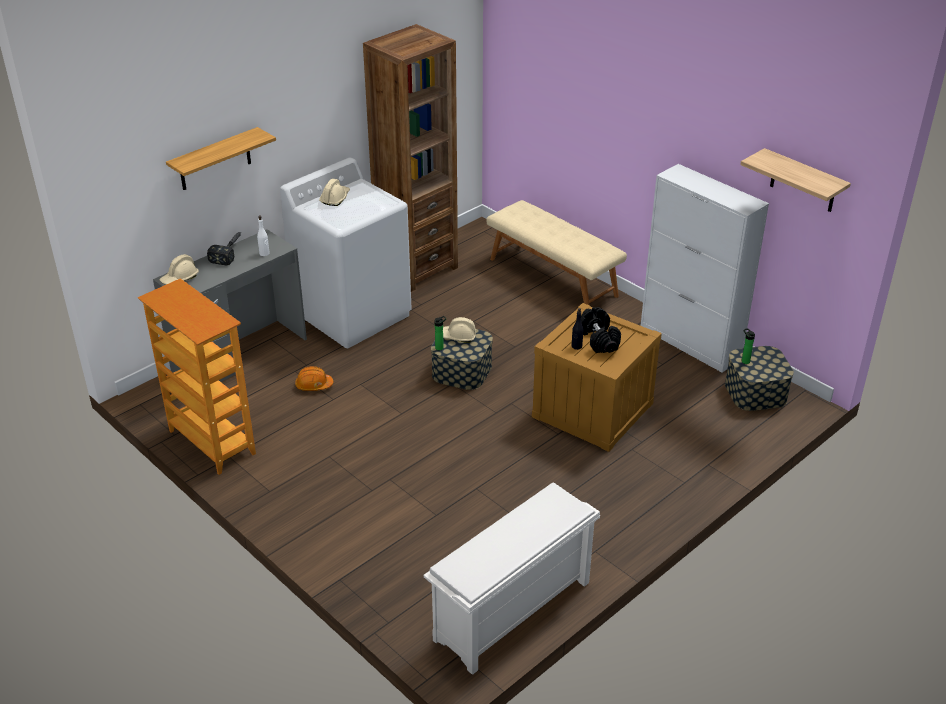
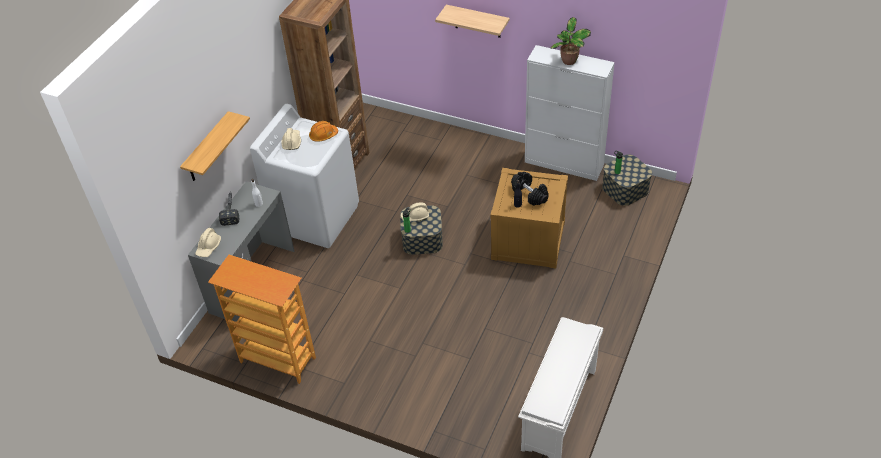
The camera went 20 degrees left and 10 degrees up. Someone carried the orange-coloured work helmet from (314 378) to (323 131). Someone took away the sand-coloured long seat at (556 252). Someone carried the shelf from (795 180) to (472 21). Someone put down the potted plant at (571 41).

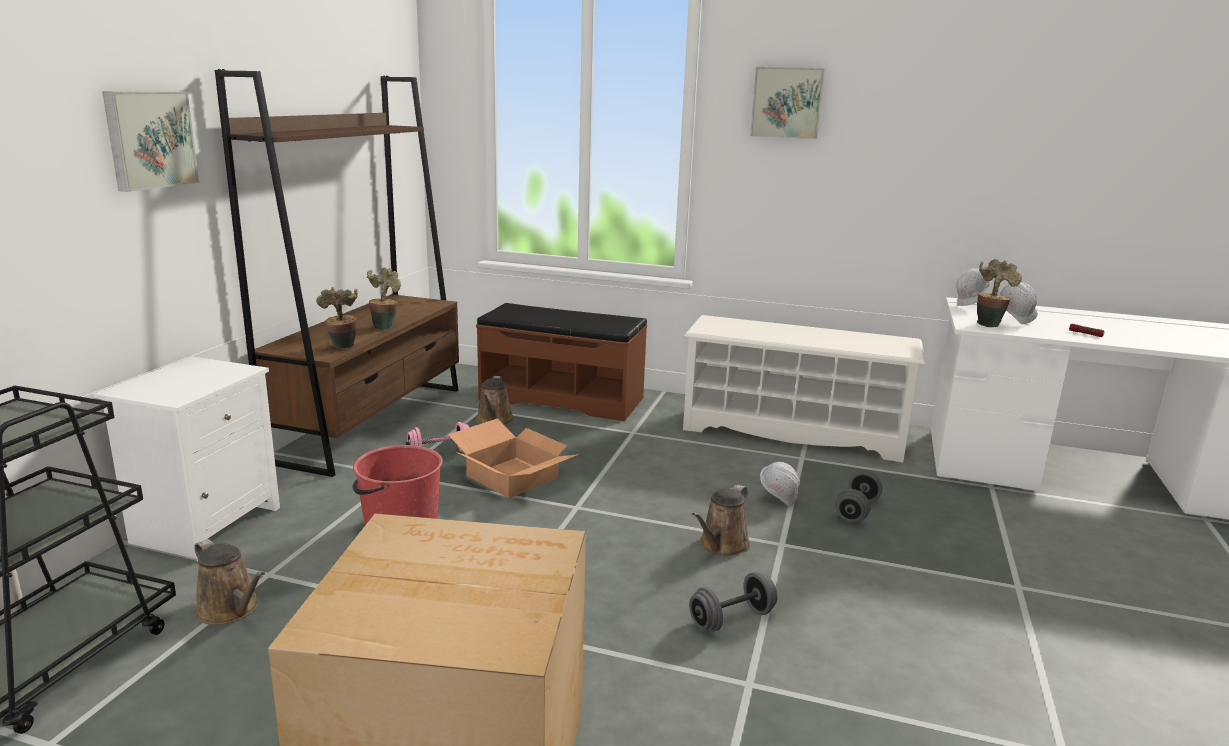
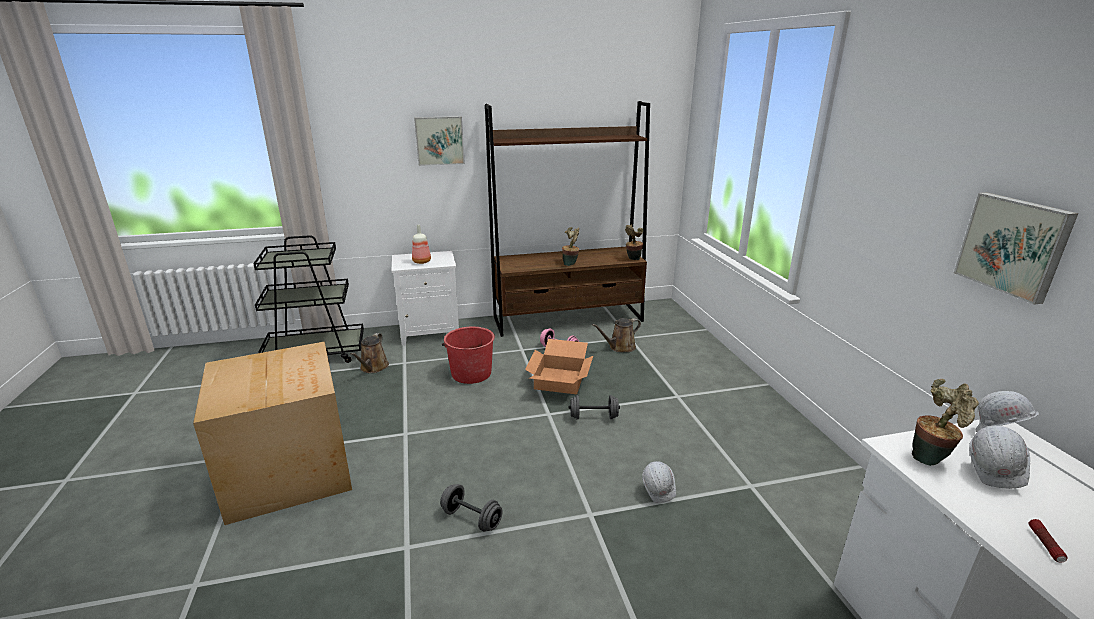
The camera went 60 degrees right and 5 degrees up. Someone carried the potted plant from (337 317) to (634 242). Someone took away the brown-coloured long seat at (561 362). Someone took away the white-coloured shoe shelf at (804 389). Someone took away the brown-coloured watering pot at (721 520). Someone carried the wall picture from (787 103) to (1016 248). Someone carried the greyish free weight from (858 496) to (594 407). Someone put down the drink bottle at (421 244).

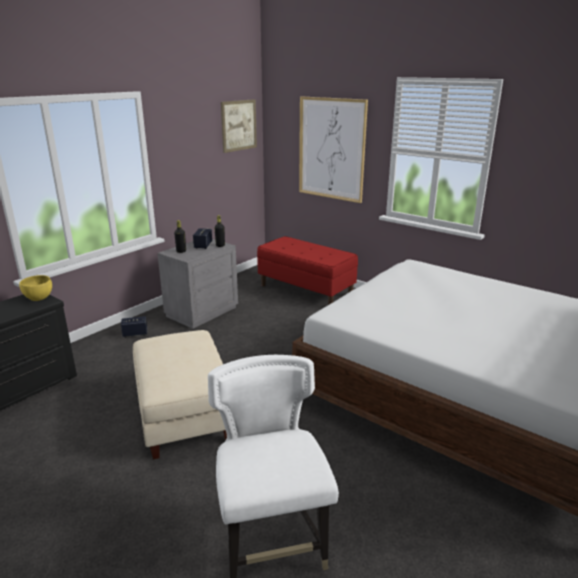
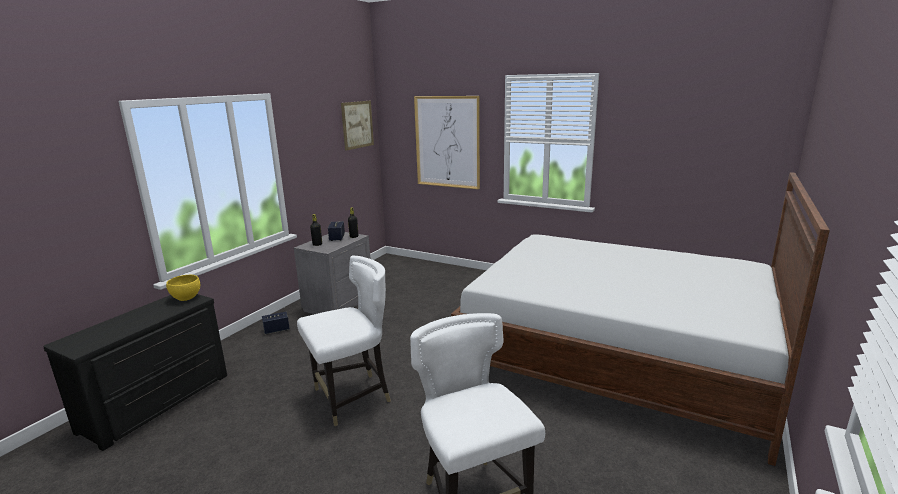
The camera went 10 degrees left and 5 degrees down. Someone swapped the sand-coloured footrest at (180 394) for the white-coloured plain chair at (344 341). Someone took away the red-coloured long seat at (307 270).

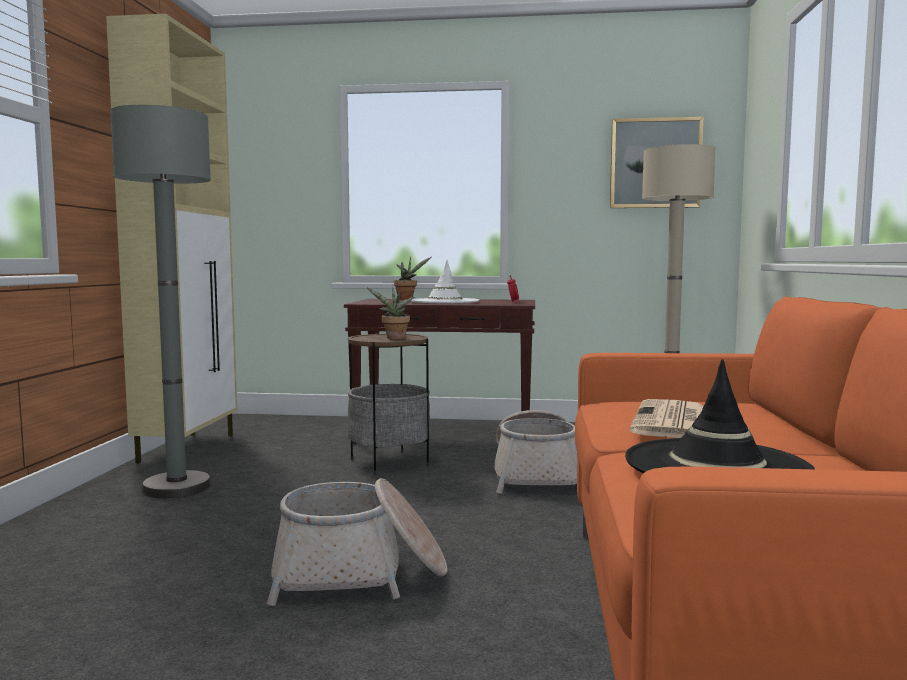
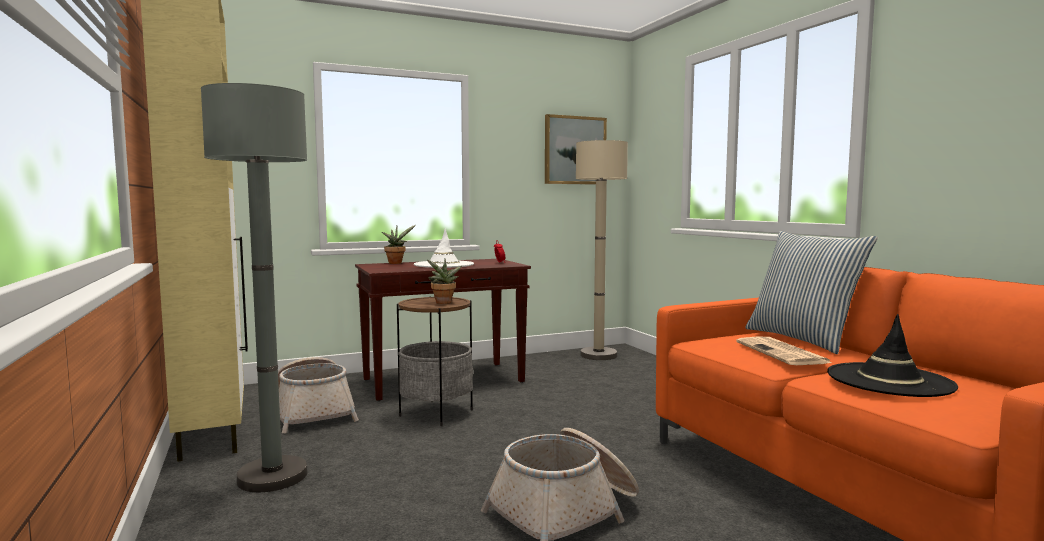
The camera went 30 degrees left and 0 degrees up. Someone carried the household basket from (535 452) to (318 395). Someone put down the throw pillow at (811 292).

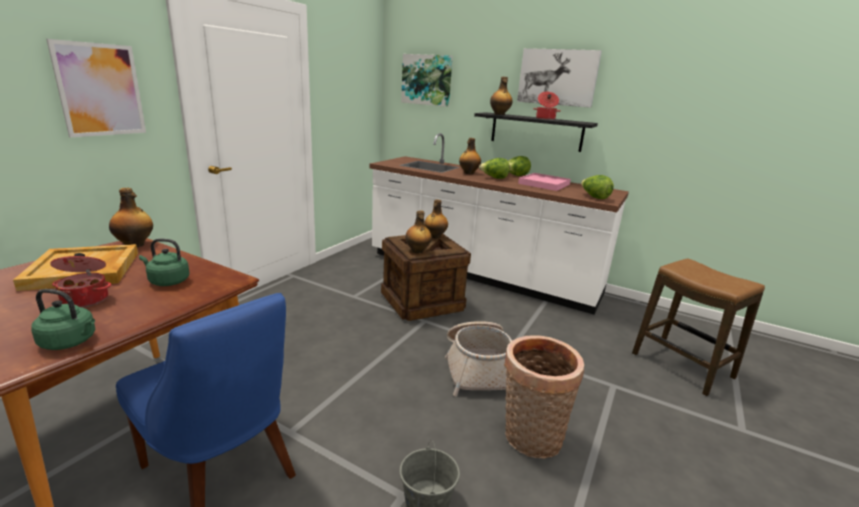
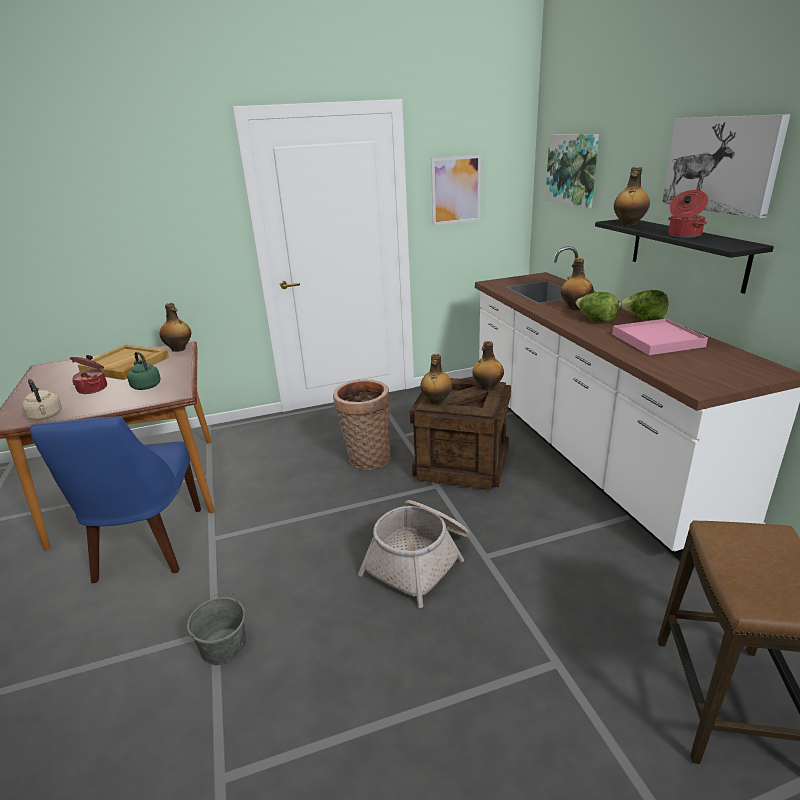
The camera went 45 degrees right and 5 degrees up. Someone repainted the greenish tea kettle at (63 319), which became the sand-coloured tea kettle at (42 399). Someone carried the wall picture from (96 88) to (456 190). Someone carried the household basket from (544 396) to (362 425). Someone took away the lettuce at (597 187).

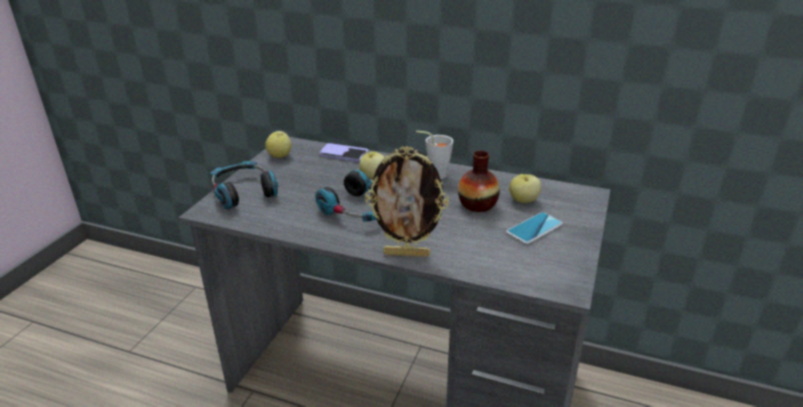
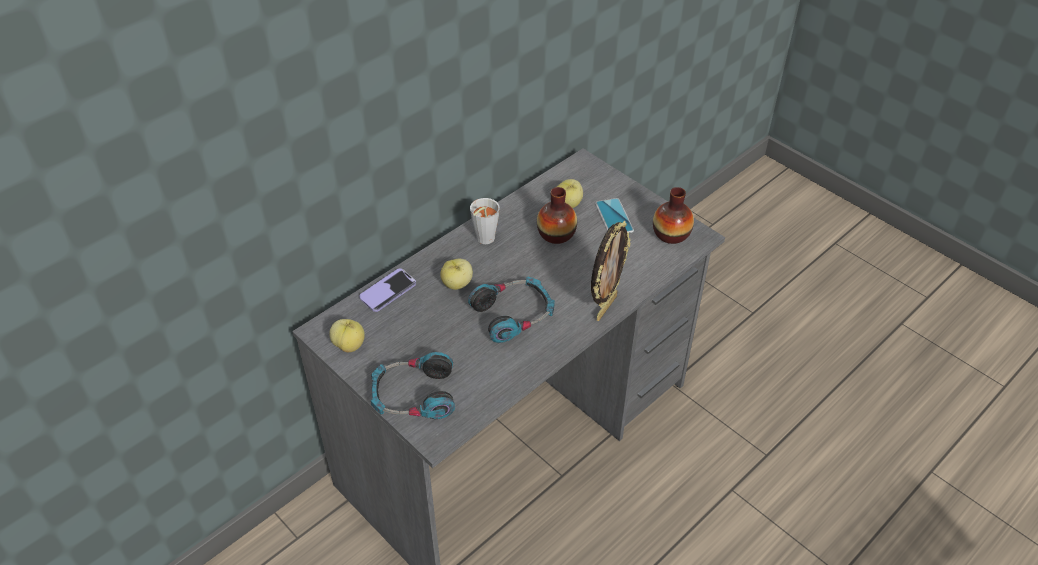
The camera went 65 degrees left and 15 degrees up. Someone put down the flower vase at (673 215).

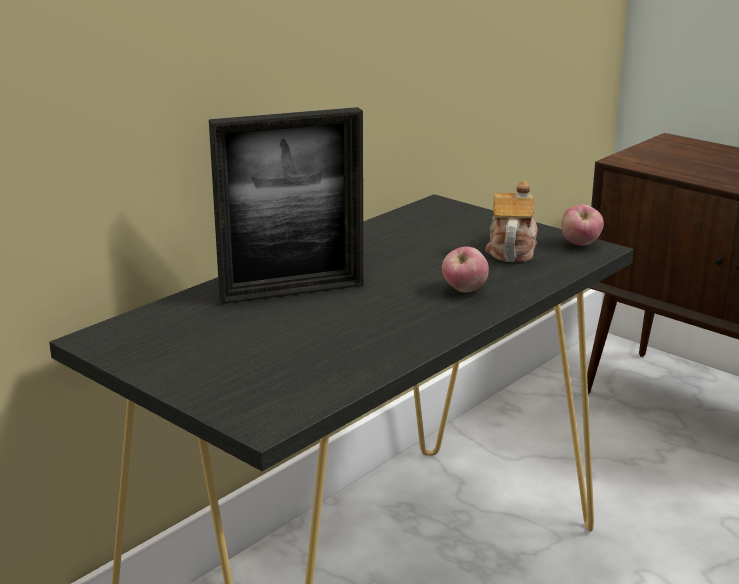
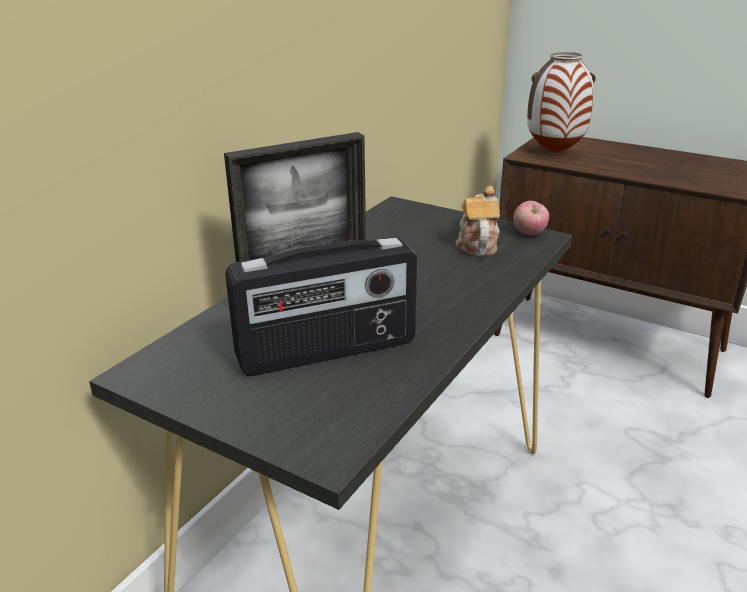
The camera went 10 degrees left and 5 degrees up. Someone took away the apple fruit at (465 270). Someone put down the radio set at (321 306). Someone put down the flower vase at (561 103).

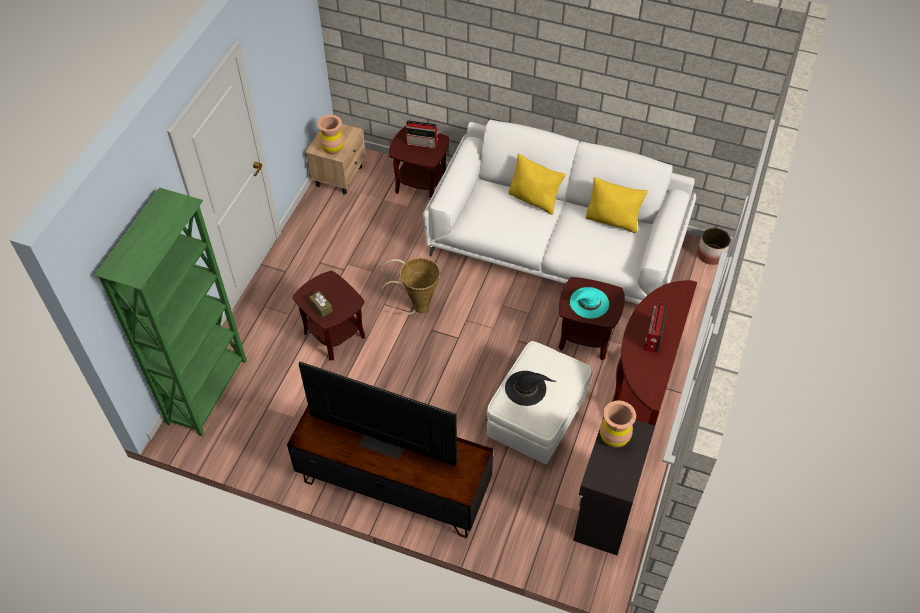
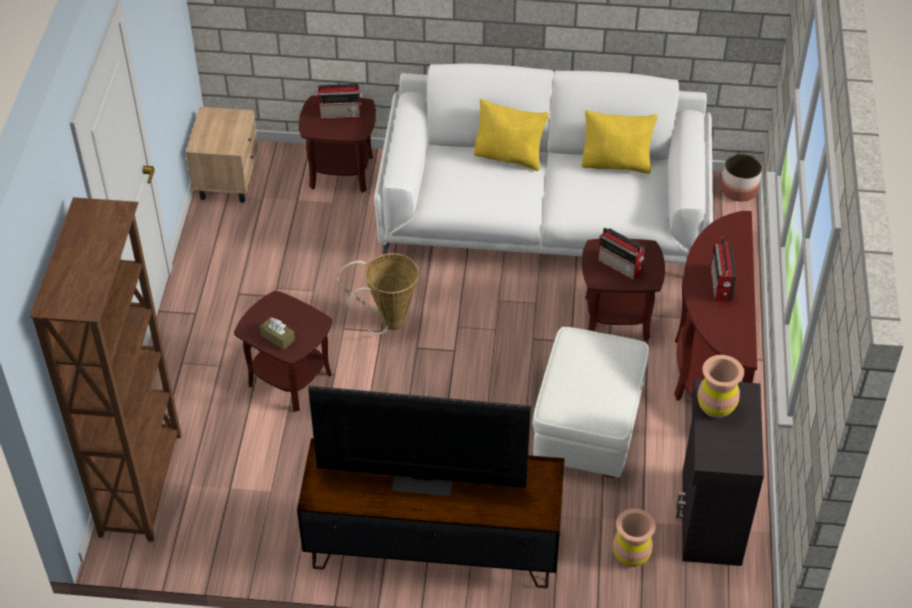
The camera went 15 degrees left and 5 degrees down. Someone repainted the greenish bookshelf at (170 311), which became the brown-coloured bookshelf at (105 369). Someone carried the brown-coloured flower vase from (330 134) to (634 537). Someone took away the blackish wearable hat at (530 388). Someone swapped the turquoise-coloured wearable hat at (589 303) for the radio set at (621 254).

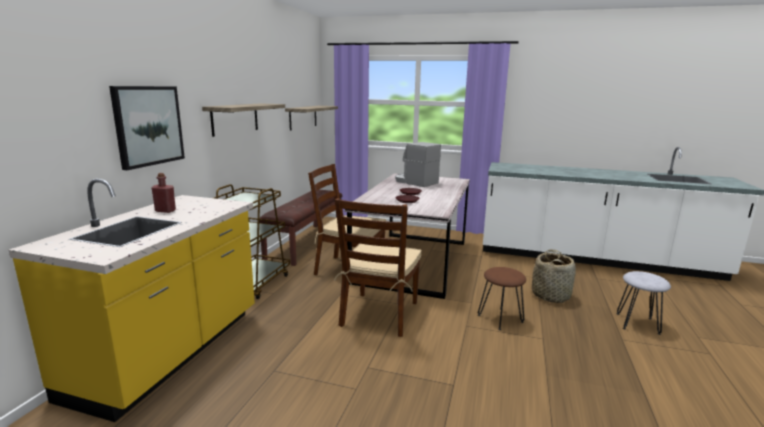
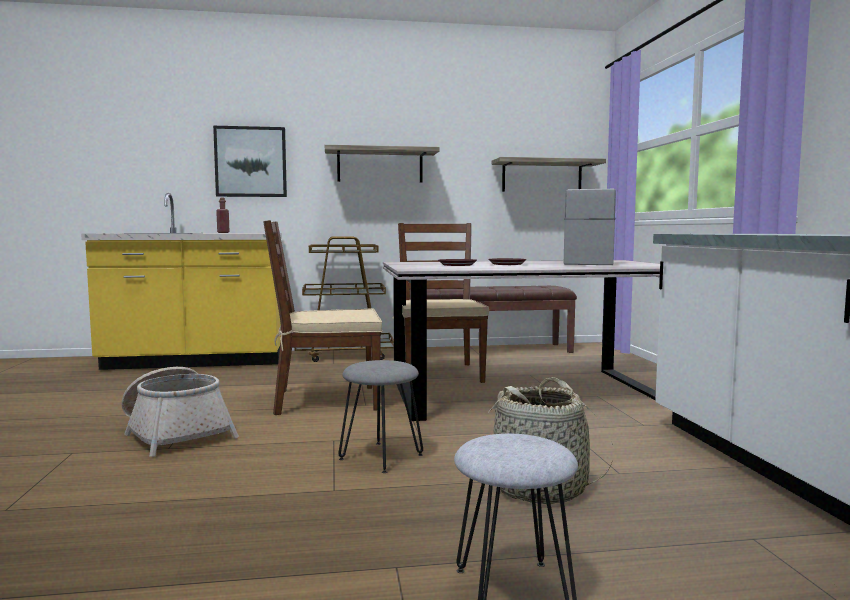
The camera went 65 degrees right and 10 degrees down. Someone repainted the brown-coloured sitting stool at (502 298), which became the greyish sitting stool at (380 416). Someone put down the household basket at (180 412).

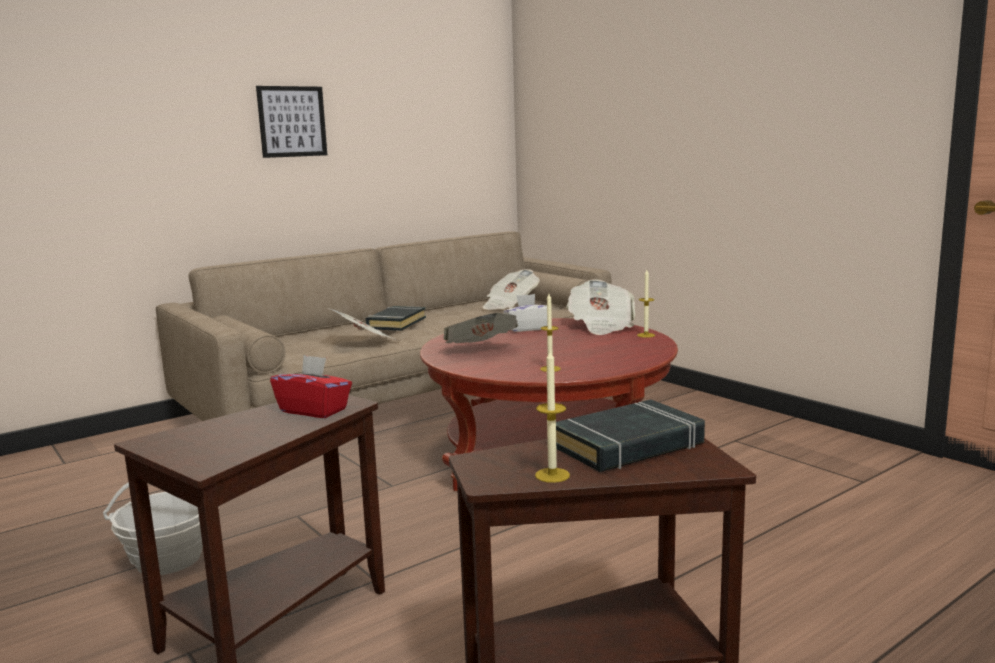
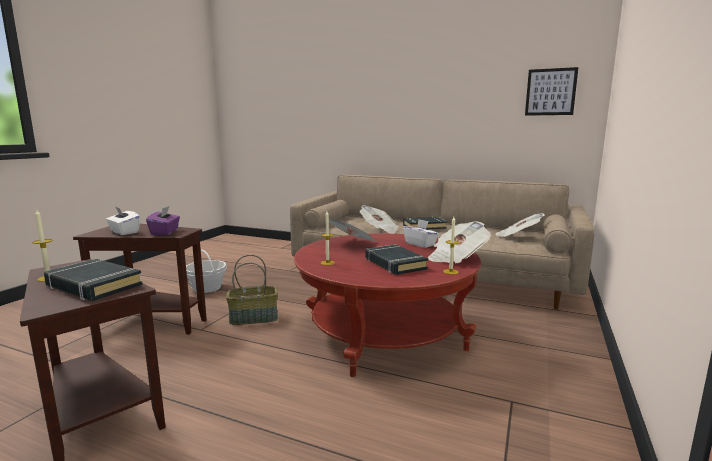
The camera went 60 degrees right and 0 degrees up. Someone carried the wall picture from (291 122) to (551 91). Someone repainted the red-coloured tissue box at (311 386), which became the purple-coloured tissue box at (163 220). Someone put down the white-coloured tissue box at (123 221). Someone put down the household basket at (252 290). Someone put down the blackish book at (397 259).

